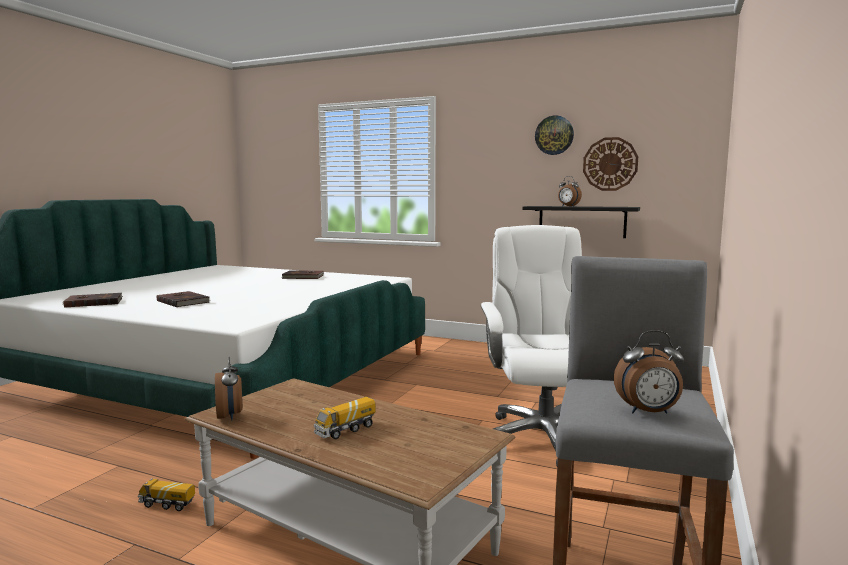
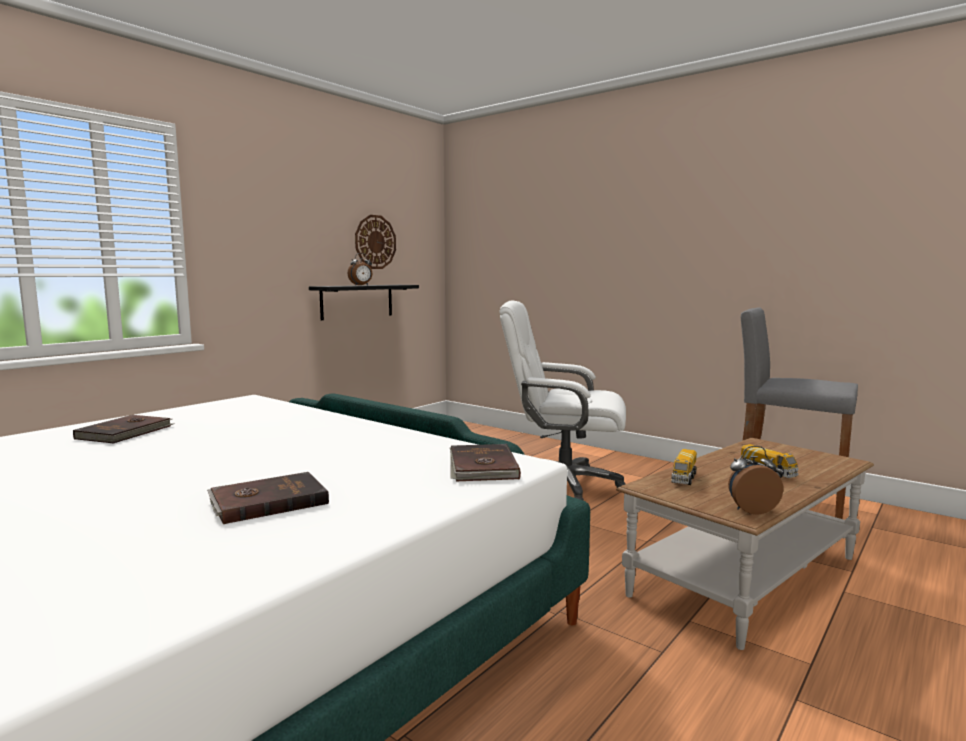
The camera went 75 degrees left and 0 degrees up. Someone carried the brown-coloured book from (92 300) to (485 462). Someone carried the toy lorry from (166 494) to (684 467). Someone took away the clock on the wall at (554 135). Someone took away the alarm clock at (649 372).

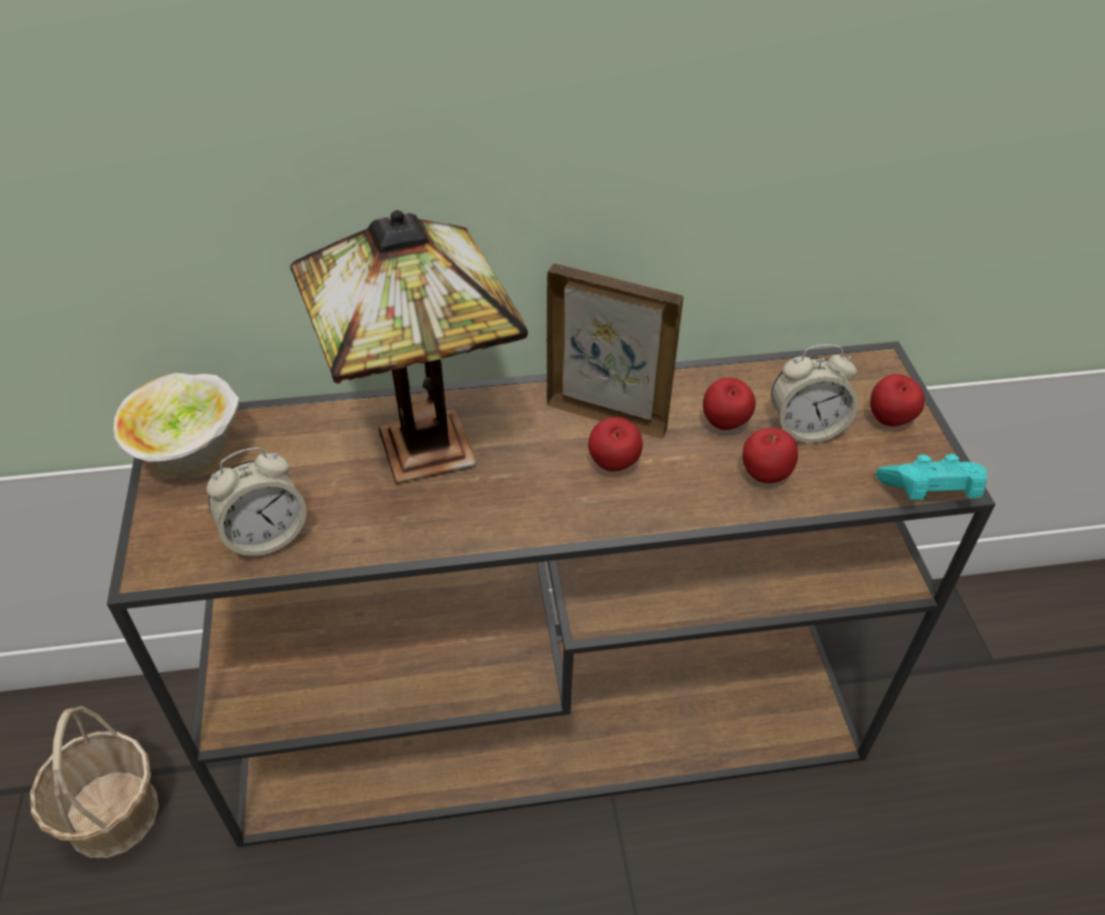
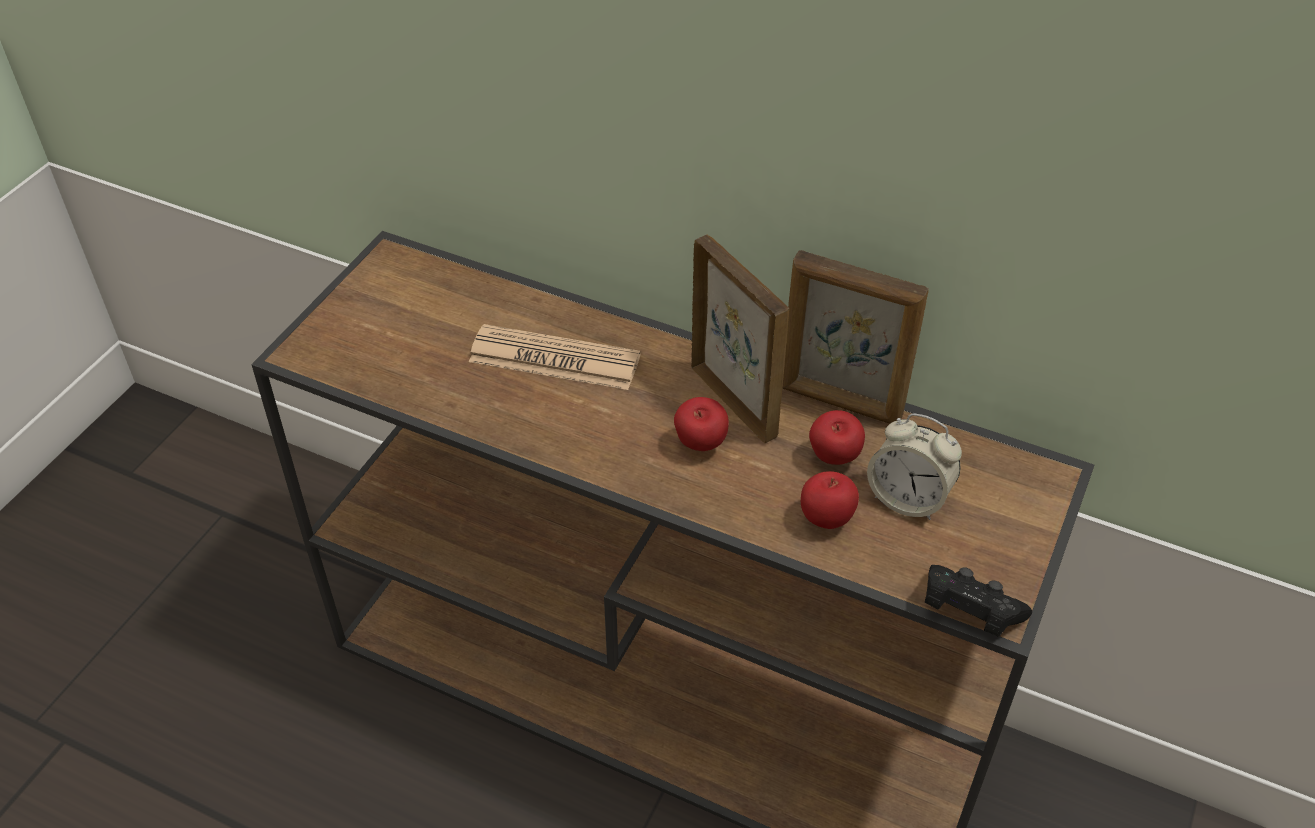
The camera went 35 degrees right and 0 degrees up. Someone took away the household basket at (94 782). Someone took away the deep dish at (176 425). Someone took away the alarm clock at (257 503). Someone swapped the table lamp at (409 347) for the newspaper at (555 357). Someone took away the apple fruit at (897 400). Someone repainted the turquoise-coloured joypad at (931 477), which became the blackish joypad at (978 601). Someone put down the standing frame at (855 337).

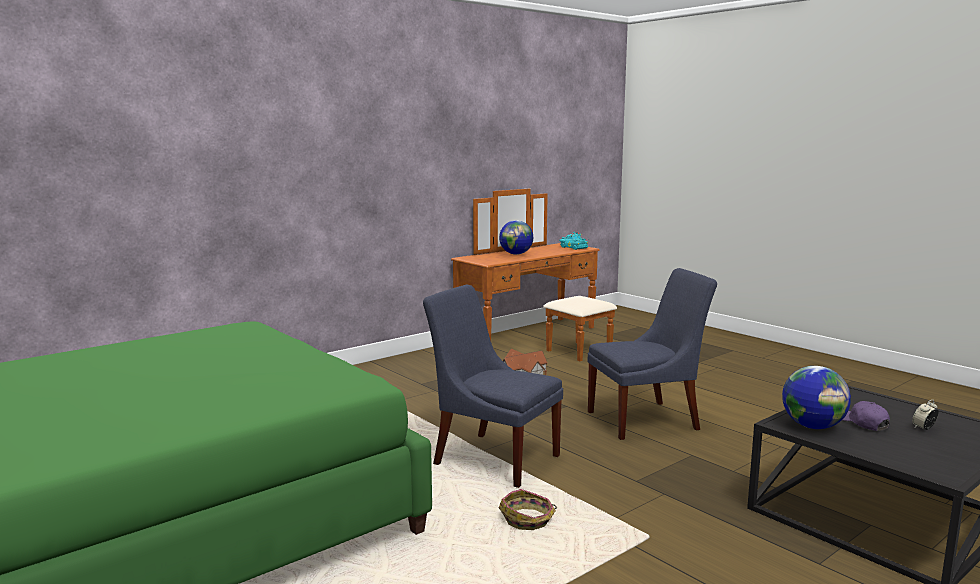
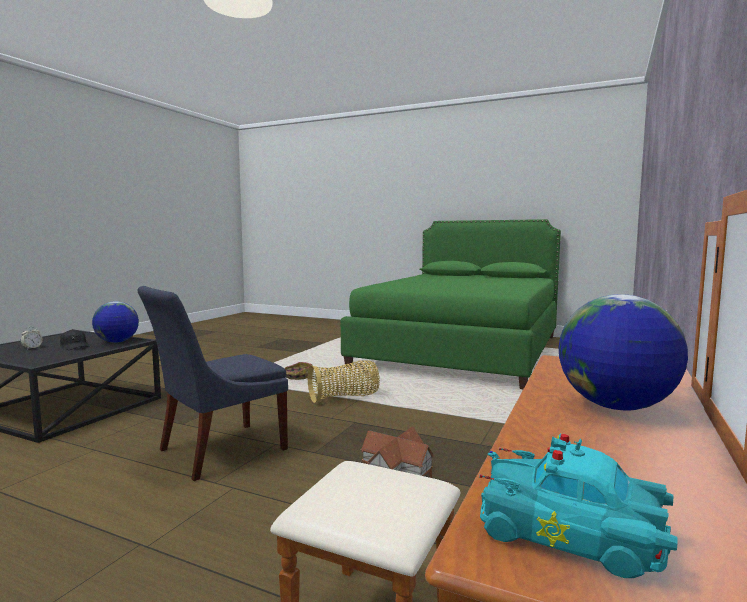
The camera went 155 degrees right and 5 degrees down. Someone swapped the bluish plain chair at (493 386) for the household basket at (344 381). Someone repainted the purple-coloured cap at (866 416), which became the blackish cap at (75 339).

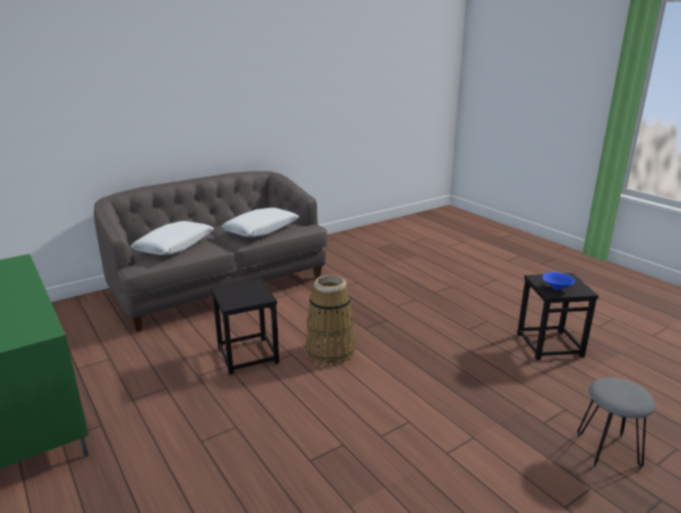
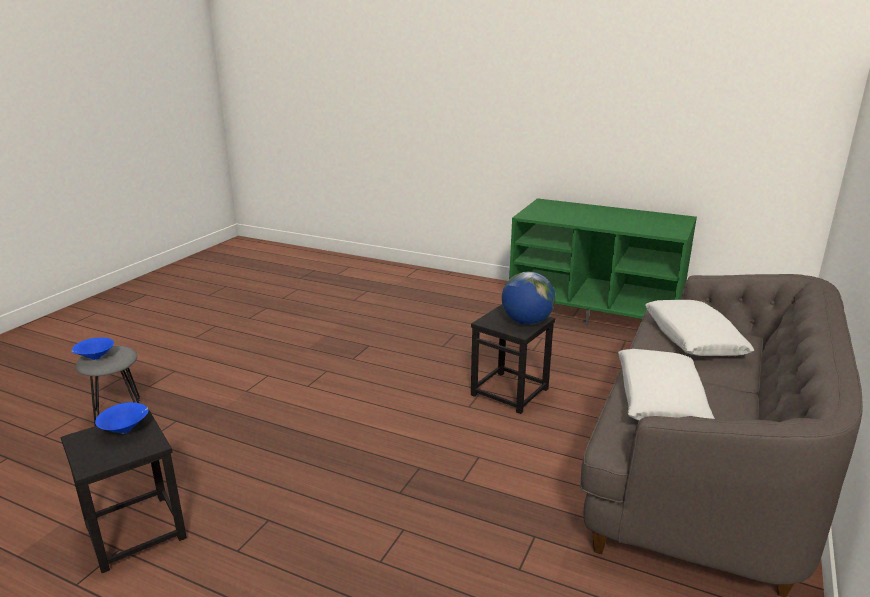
The camera went 150 degrees right and 0 degrees up. Someone took away the household basket at (330 320). Someone put down the bluish deep dish at (92 349). Someone put down the globe at (528 298).

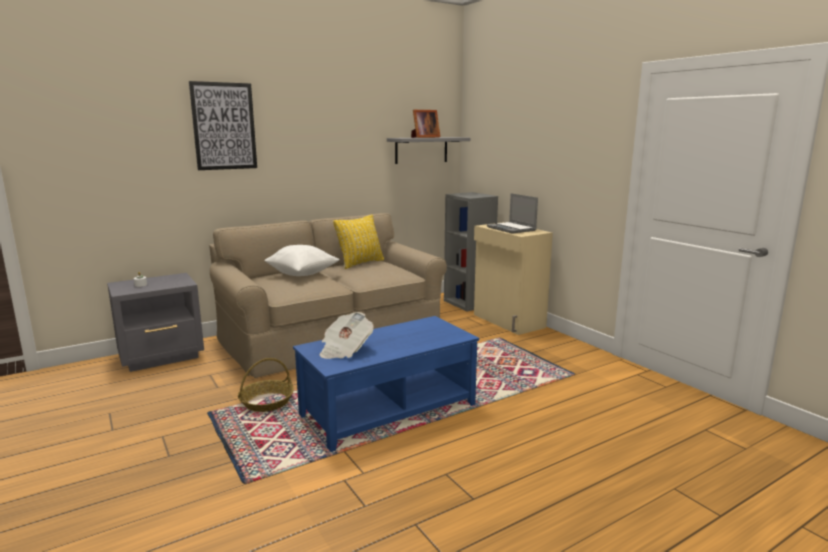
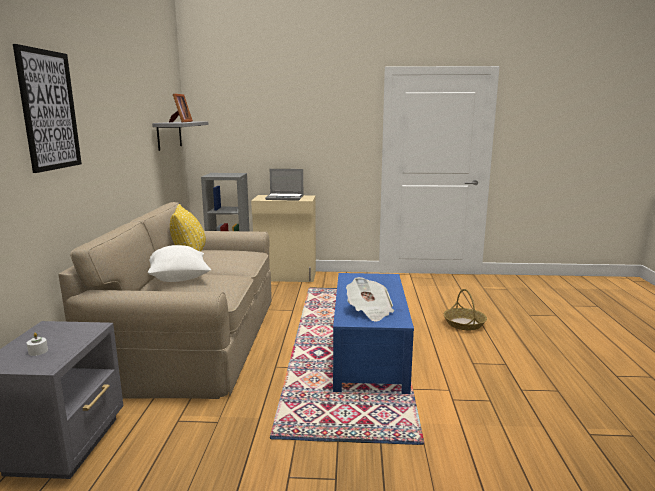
The camera went 55 degrees left and 0 degrees up. Someone carried the household basket from (266 385) to (465 309).

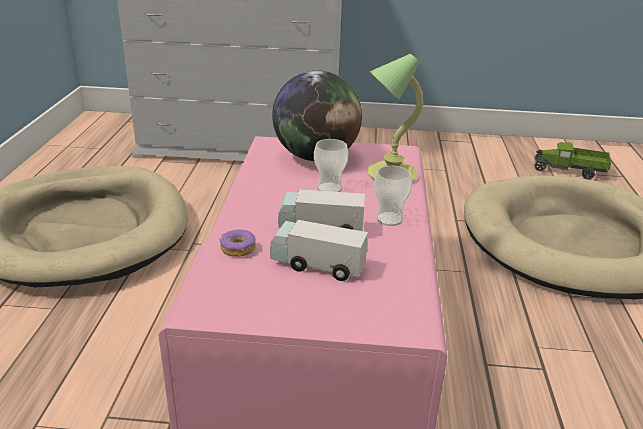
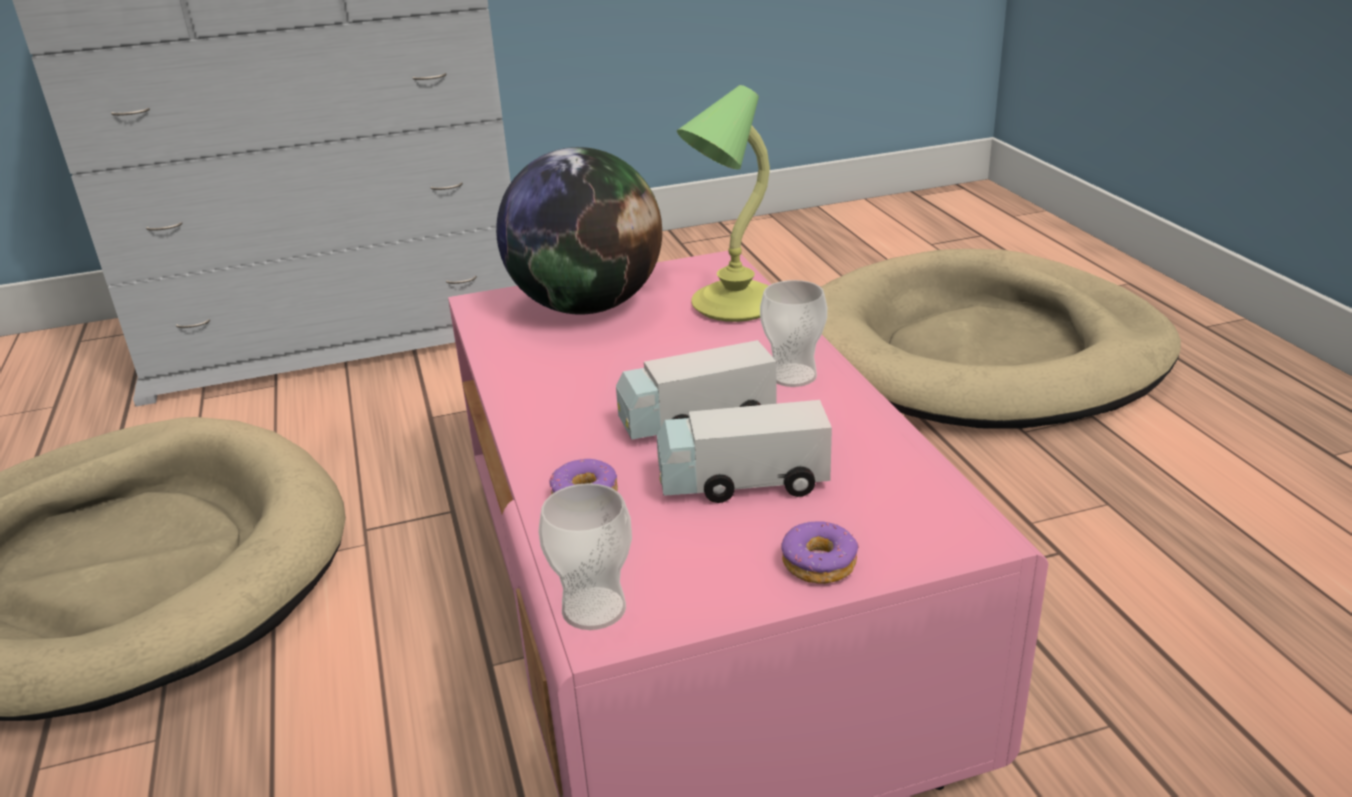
The camera went 20 degrees left and 0 degrees up. Someone carried the drinking cup from (331 165) to (585 556). Someone took away the toy lorry at (572 161). Someone put down the ring doughnut at (820 552).

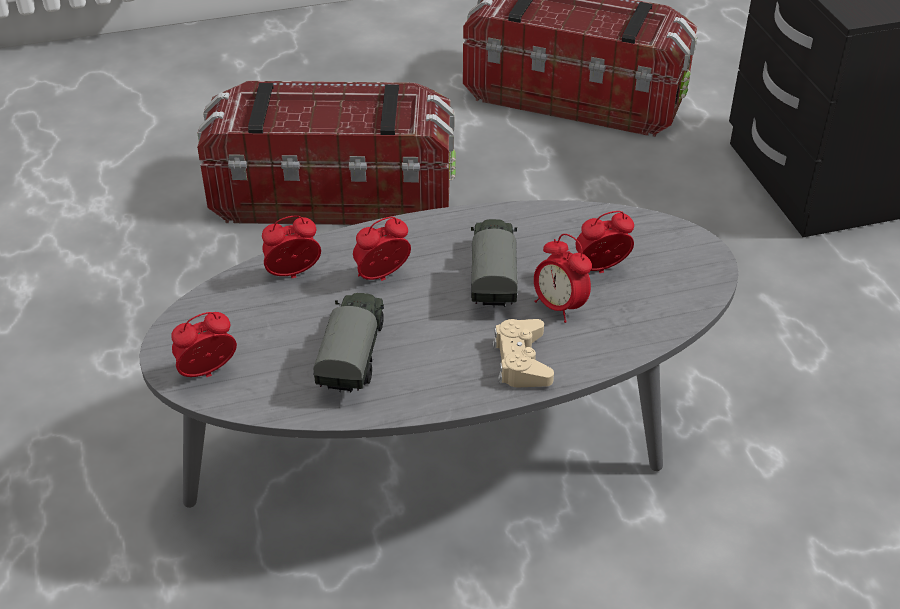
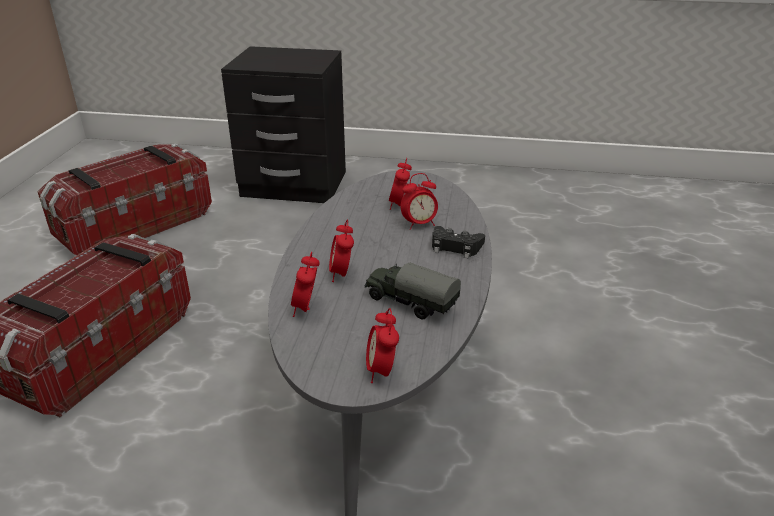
The camera went 65 degrees left and 10 degrees down. Someone took away the toy lorry at (494 263). Someone repainted the sand-coloured joypad at (523 353), which became the blackish joypad at (458 242).

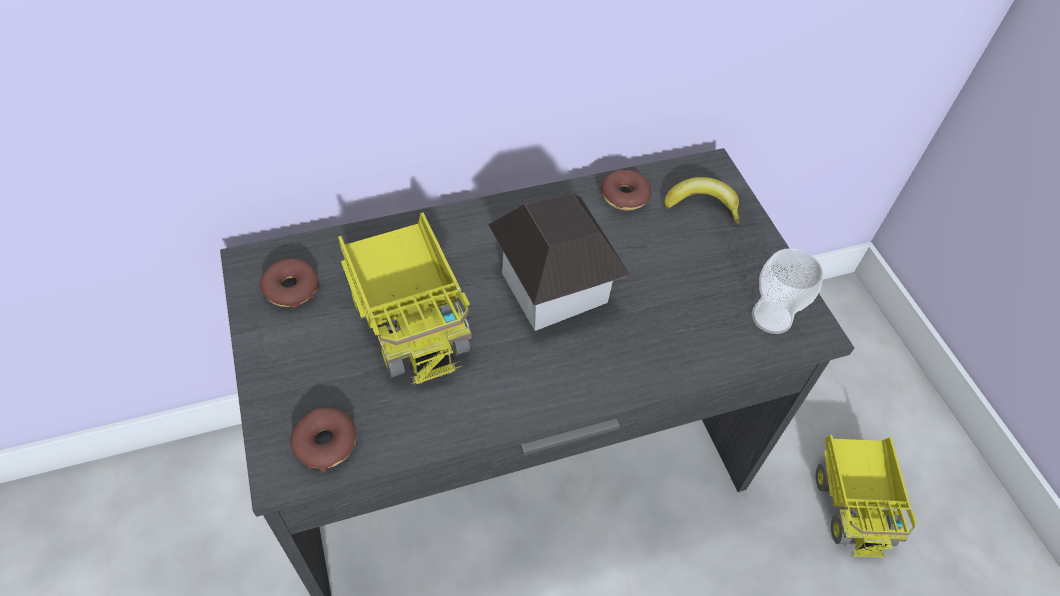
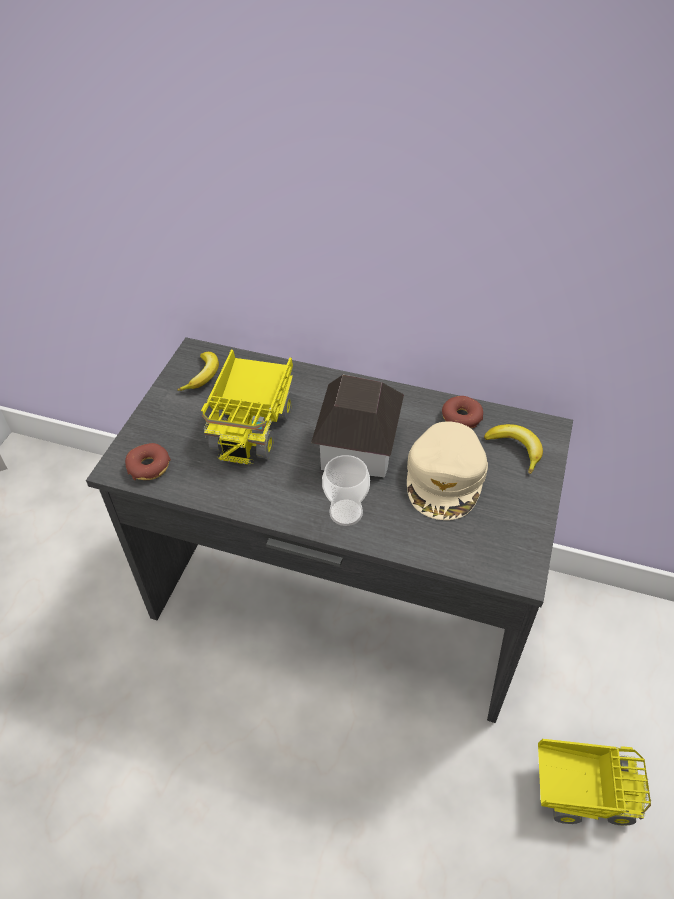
The camera went 40 degrees right and 5 degrees down. Someone swapped the ring doughnut at (289 283) for the banana at (198 371). Someone carried the drinking cup from (787 291) to (346 490). Someone rotated the toy lorry at (866 496) by 120 degrees counterclockwise. Someone put down the sand-coloured cap at (447 471).

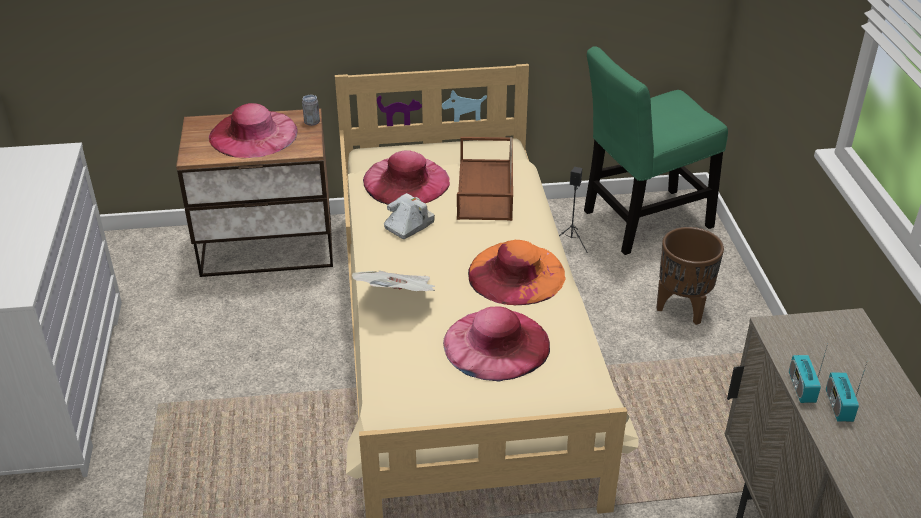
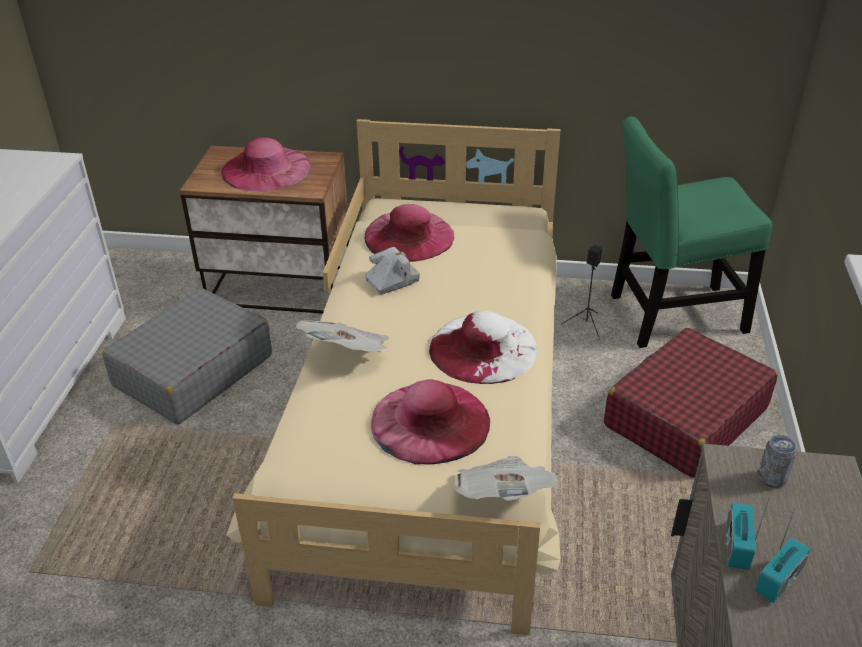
The camera went 15 degrees right and 0 degrees up. Someone carried the sealed can from (311 110) to (777 461). Someone took away the brown-coloured tray at (485 179). Someone repainted the orange-coloured wearable hat at (517 272), which became the white-coloured wearable hat at (483 347). Someone swapped the brown-coloured flower pot at (690 276) for the red-coloured suitcase at (691 403). Someone rotated the radio set at (846 392) by 150 degrees counterclockwise. Someone put down the greyish suitcase at (187 356). Someone put down the newspaper at (506 478).

